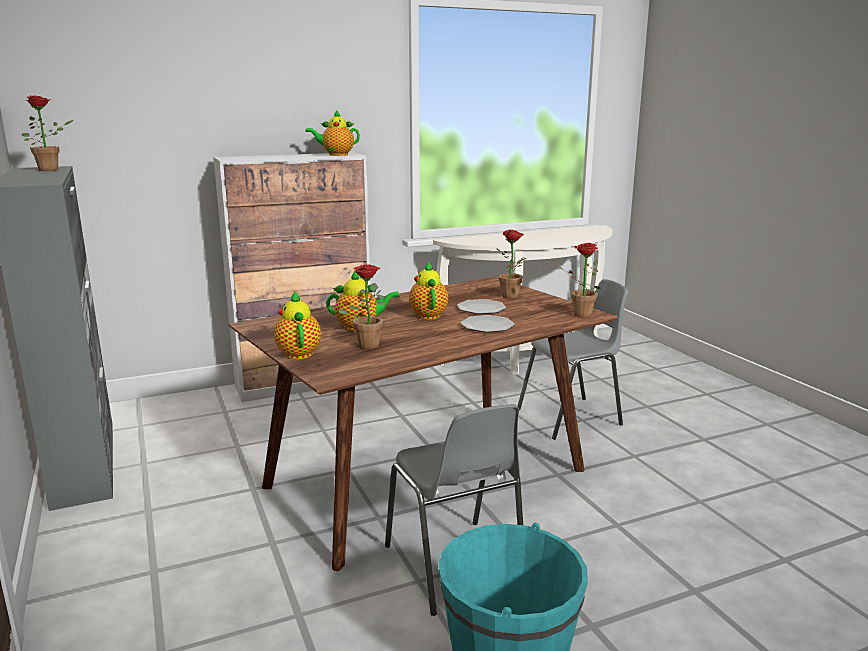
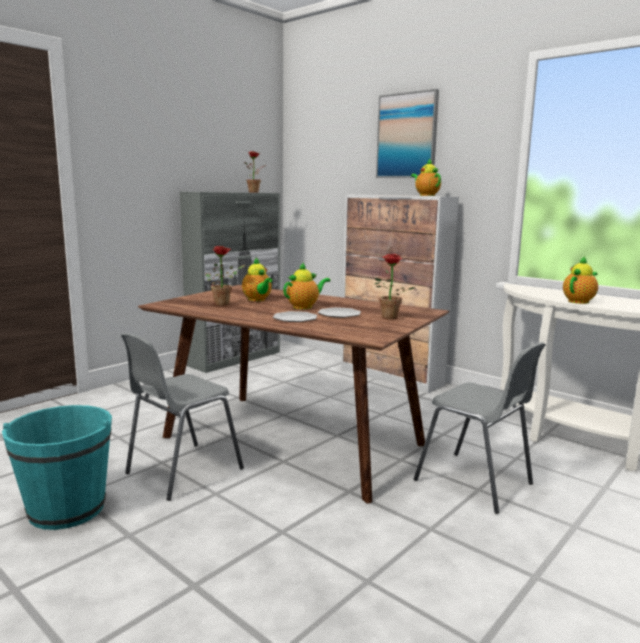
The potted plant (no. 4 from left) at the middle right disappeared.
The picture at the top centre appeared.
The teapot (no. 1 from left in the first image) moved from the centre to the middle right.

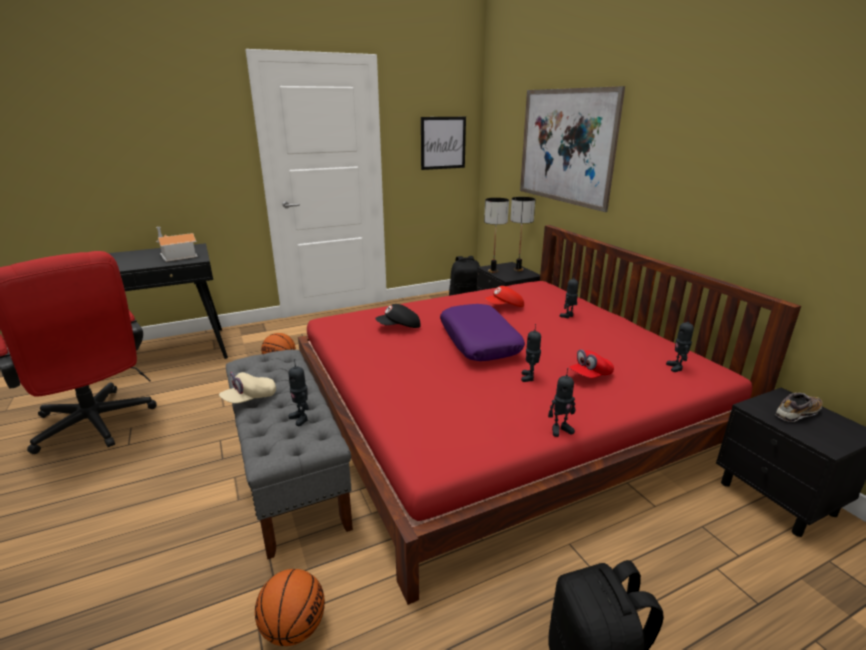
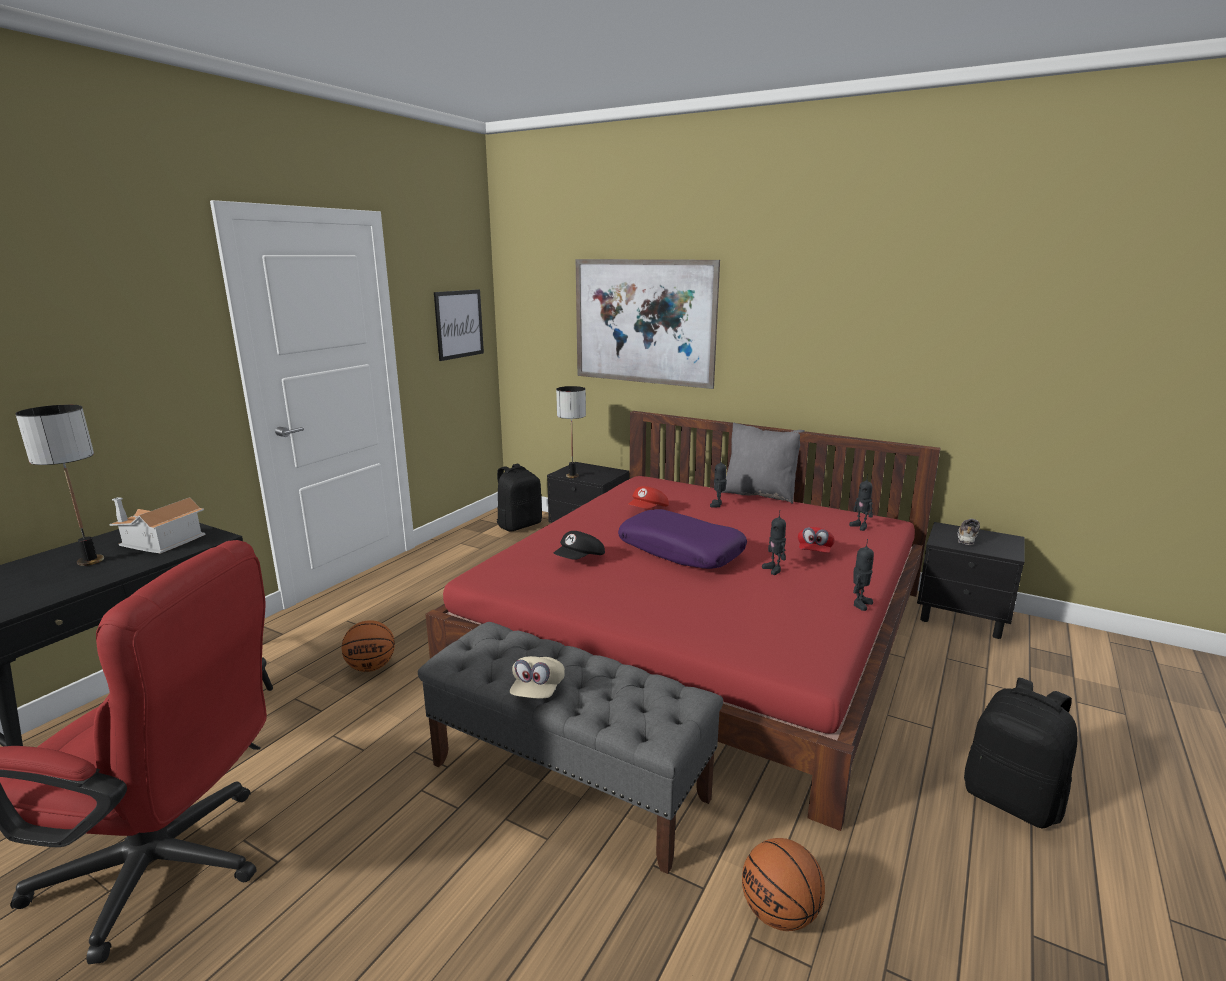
The model robot (no. 1 from left) at the centre disappeared.
The grey pillow at the centre appeared.
The table lamp (no. 2 from left in the first image) moved from the centre to the middle left.

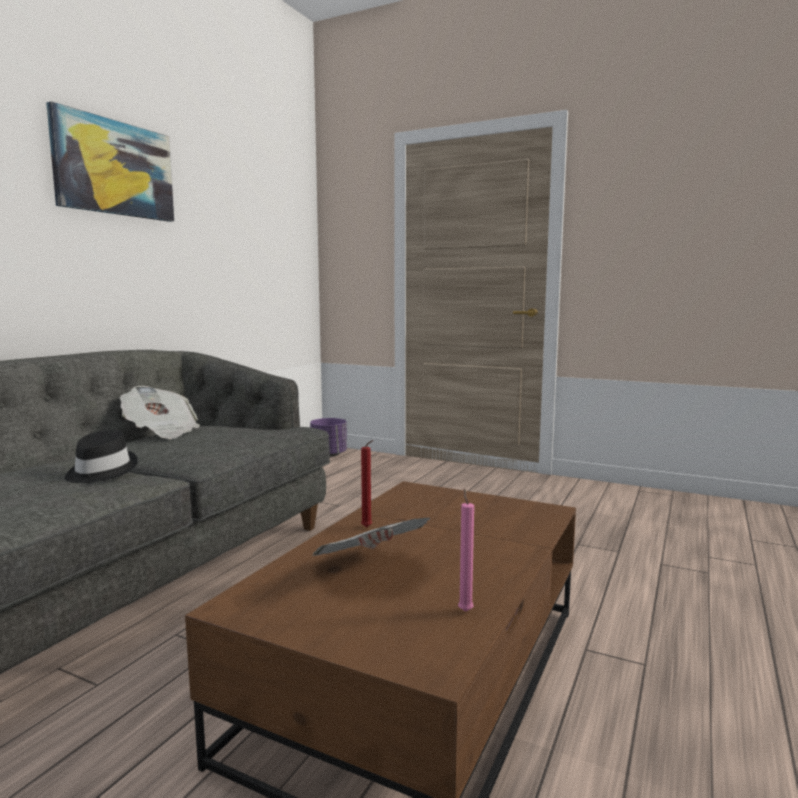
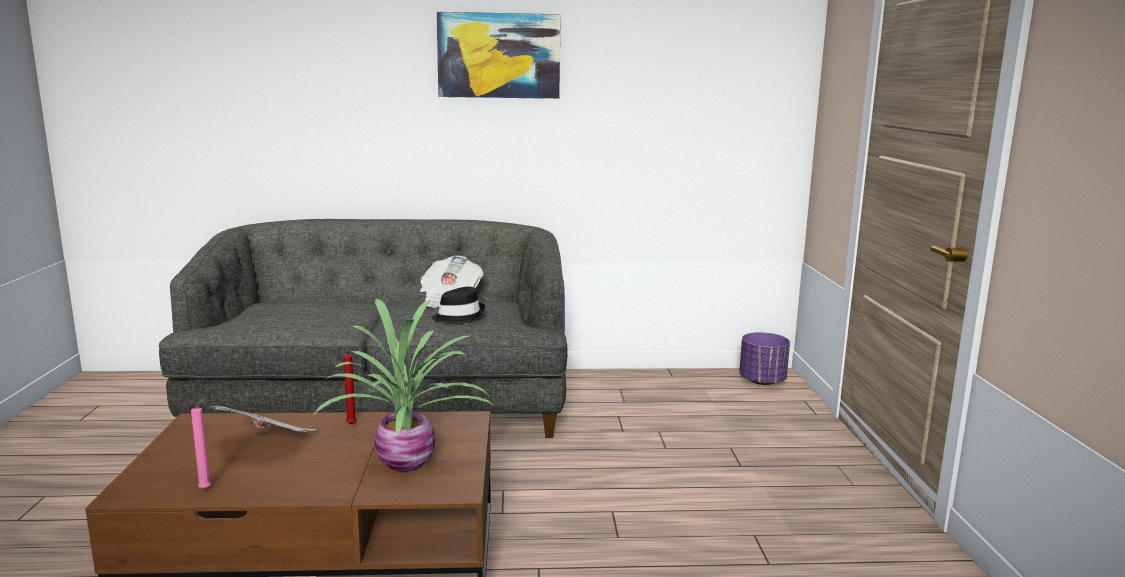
The potted plant at the bottom centre appeared.
The black-coloured clothing hat moved from the middle left to the centre.

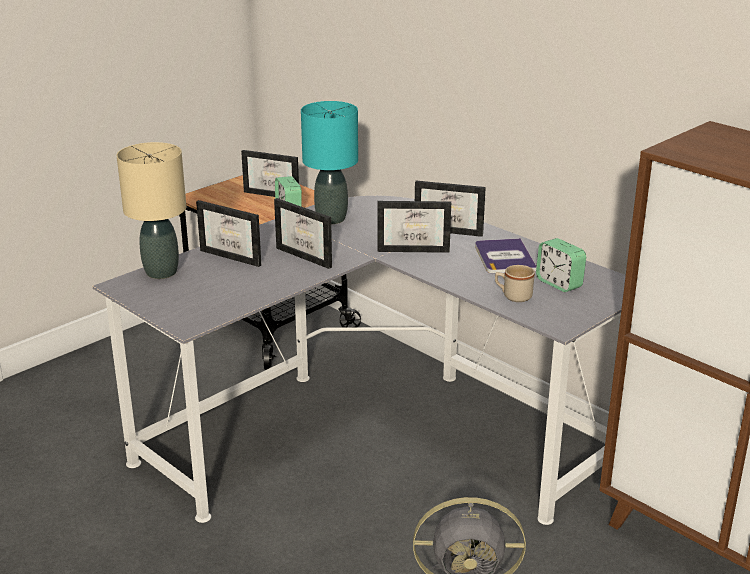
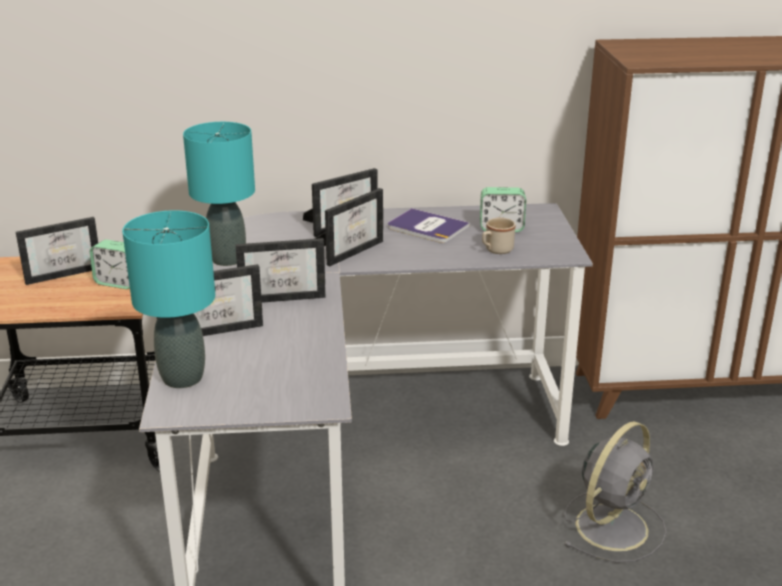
The sand-coloured table lamp at the middle left became the turquoise table lamp (no. 1 from left) at the middle left.

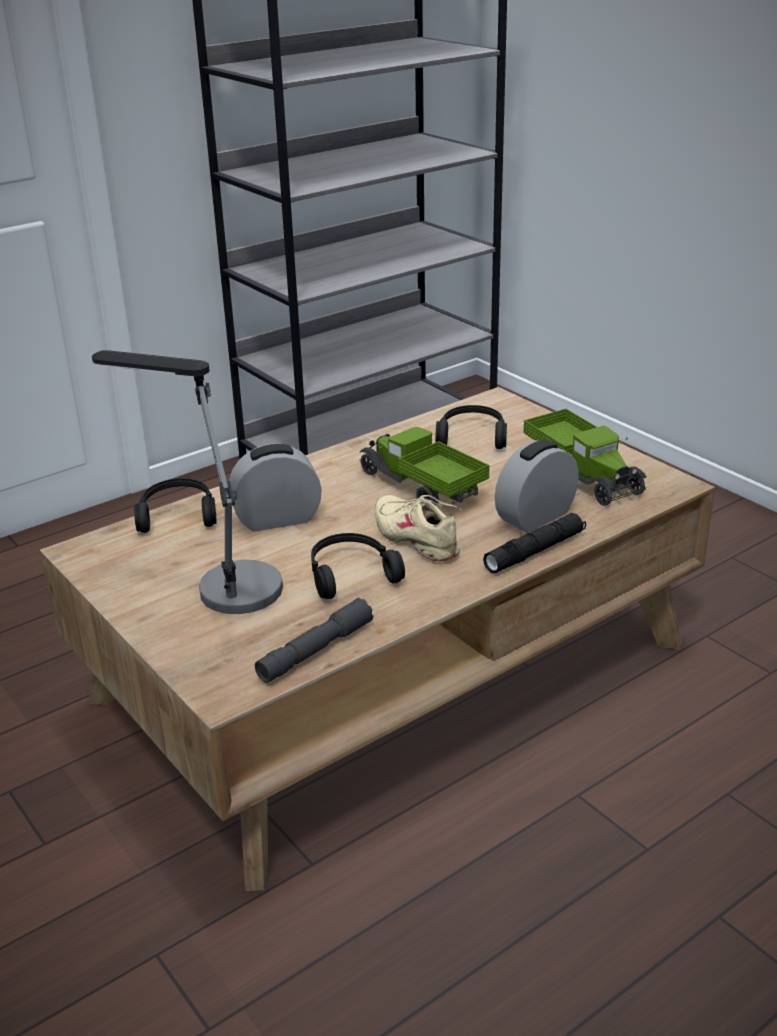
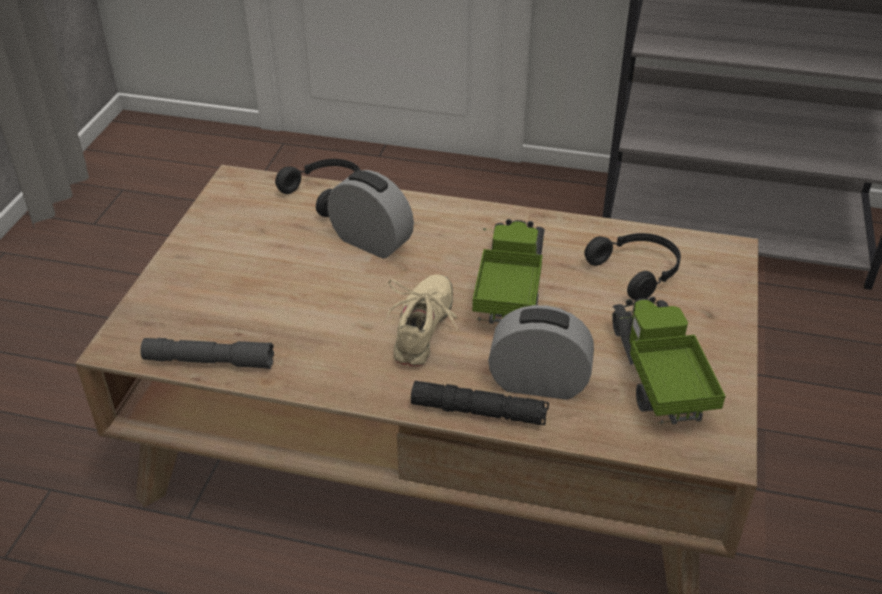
The table lamp at the middle left disappeared.
The black-coloured headset (no. 2 from left) at the centre disappeared.
The toy lorry (no. 2 from left) at the middle right turned 150 degrees clockwise.

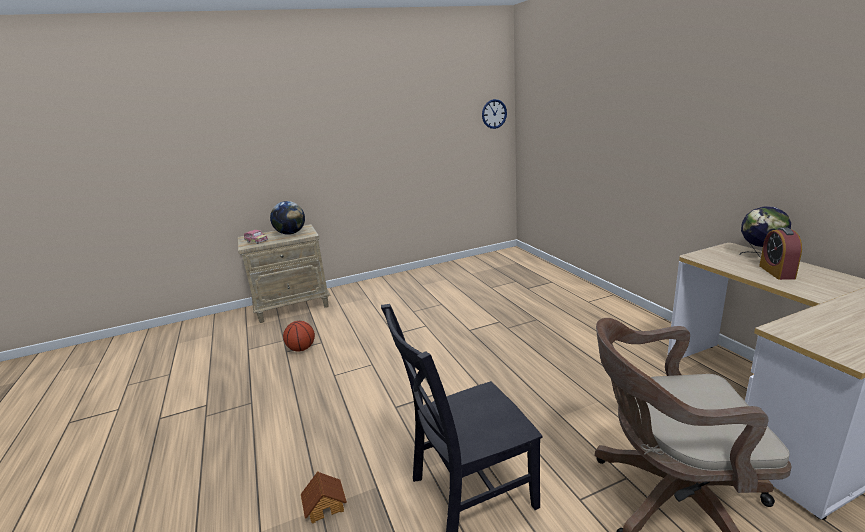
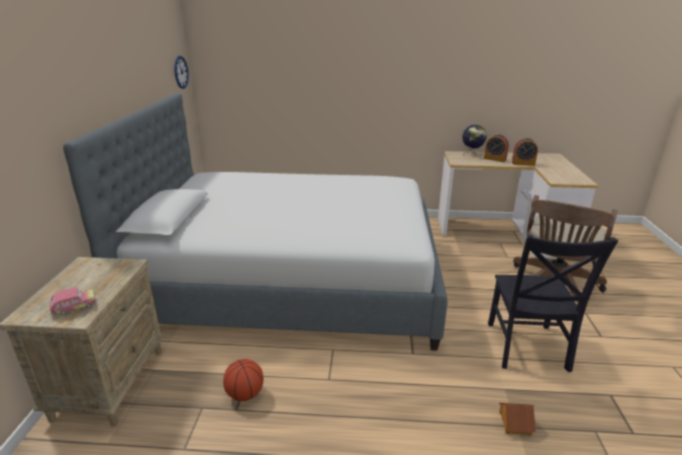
The globe (no. 1 from left) at the middle left disappeared.
The bedroom bed at the centre appeared.
The table clock (no. 2 from left) at the middle right appeared.

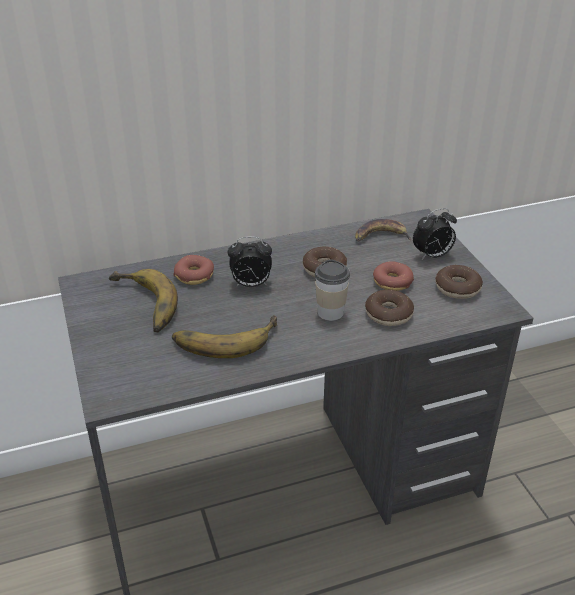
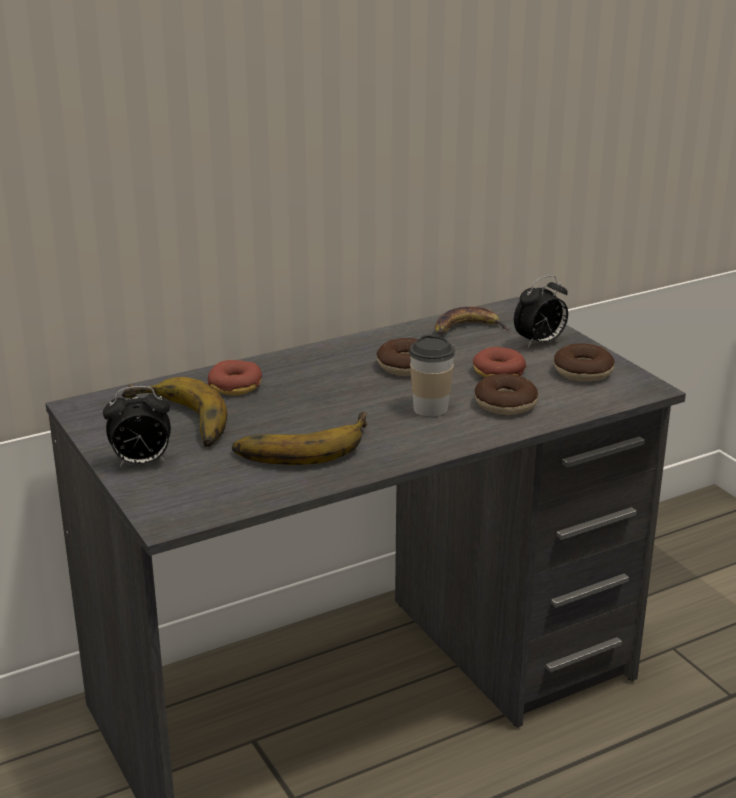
The table clock (no. 1 from left) moved from the centre to the middle left.

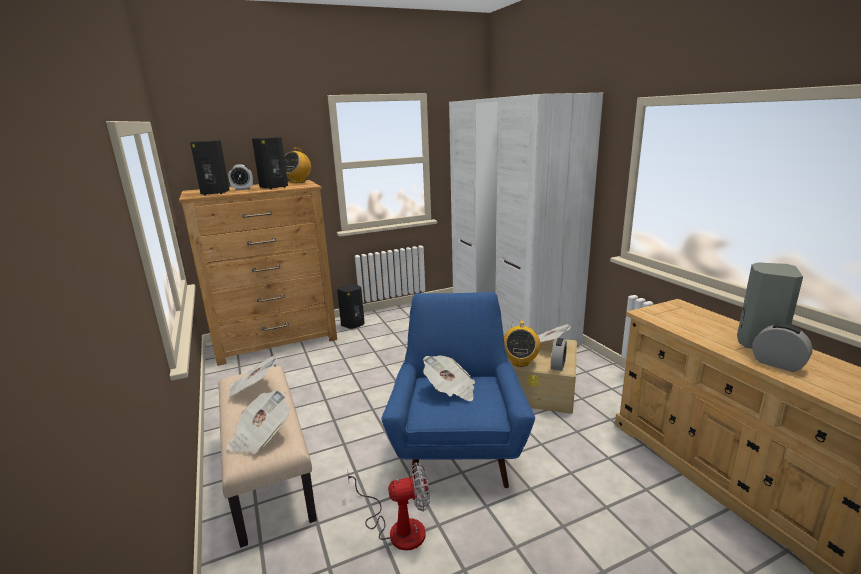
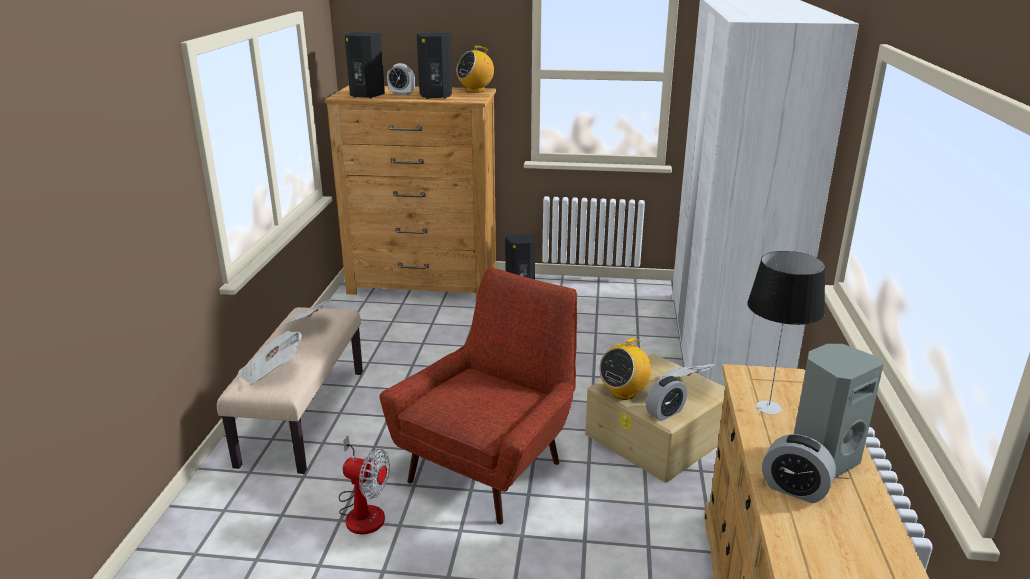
The daily paper (no. 3 from left) at the centre disappeared.
The table lamp at the middle right appeared.
The blue-coloured armchair at the bottom centre became the red armchair at the bottom centre.
The table clock (no. 3 from left) at the middle right turned 135 degrees clockwise.

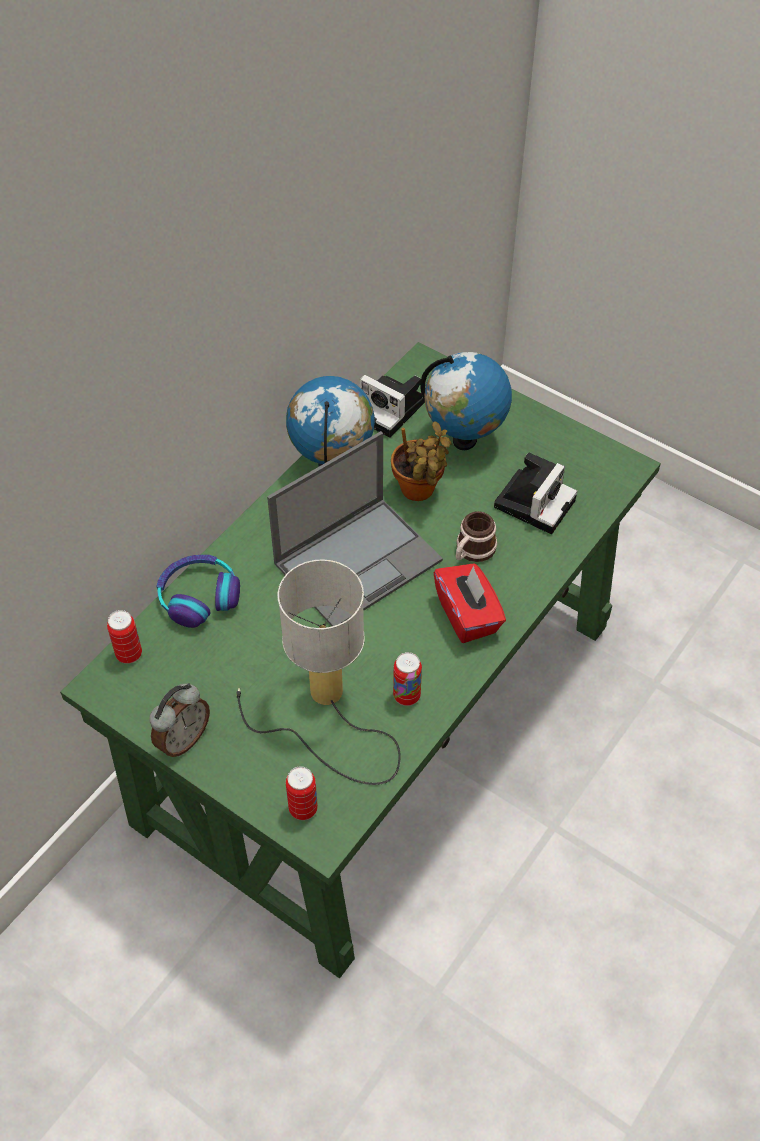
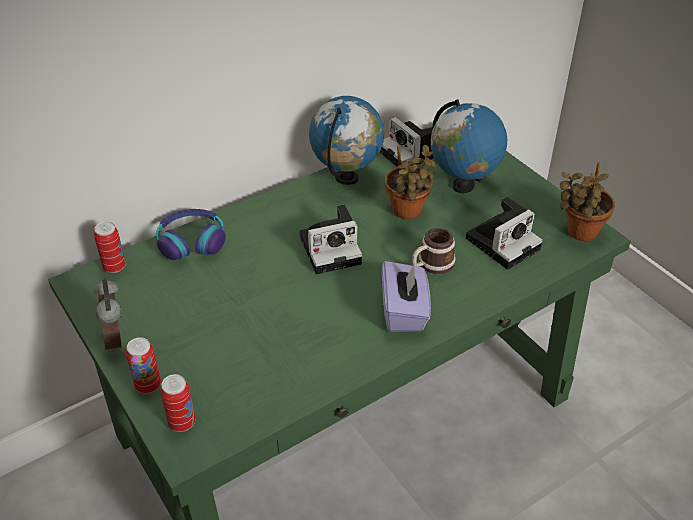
The table lamp at the centre disappeared.
The potted plant (no. 2 from left) at the middle right appeared.
The metal can (no. 3 from left in the first image) moved from the centre to the bottom left.
The portable computer at the centre was replaced by the photo camera (no. 1 from left) at the centre.
The red tissue holder at the centre became the purple-coloured tissue holder at the centre.
The table clock at the middle left turned 105 degrees clockwise.

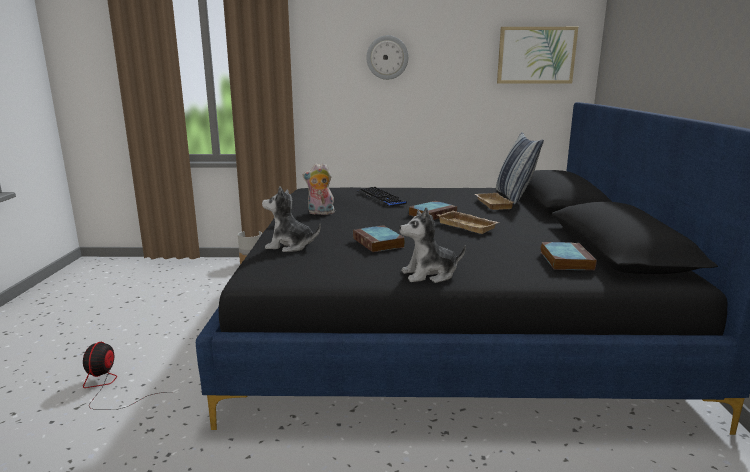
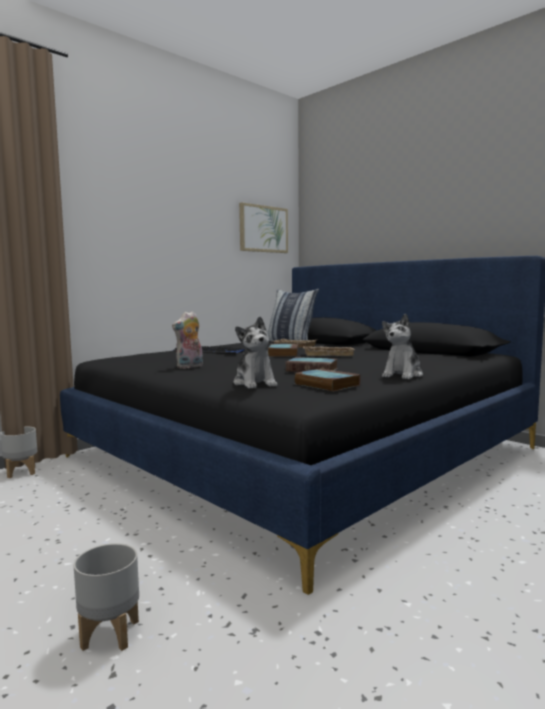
The clock on the wall at the top centre disappeared.
The volume (no. 3 from left) moved from the middle right to the centre.
The fan at the bottom left was replaced by the grey planter (no. 2 from left) at the bottom left.
The soft toy (no. 1 from left in the first image) at the centre turned 75 degrees counterclockwise.

